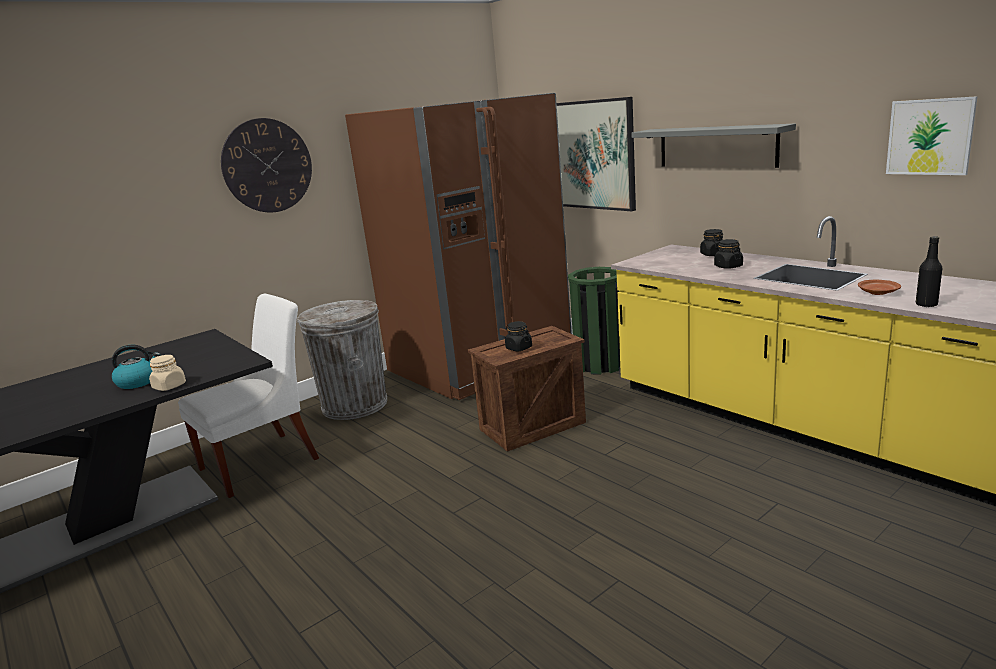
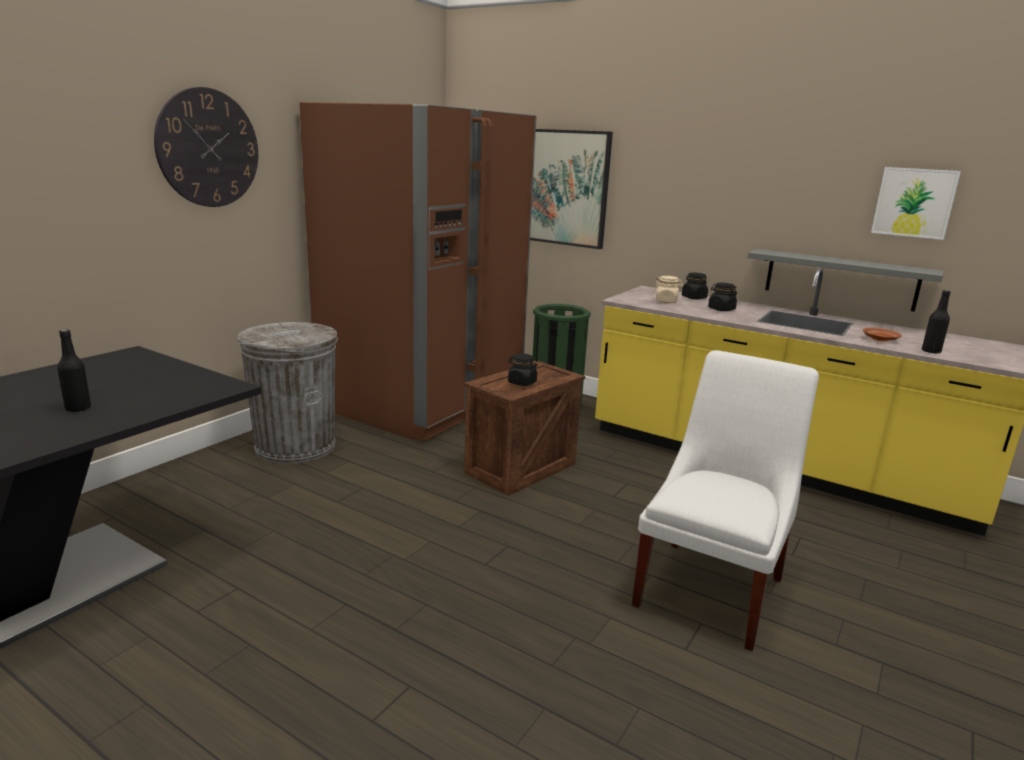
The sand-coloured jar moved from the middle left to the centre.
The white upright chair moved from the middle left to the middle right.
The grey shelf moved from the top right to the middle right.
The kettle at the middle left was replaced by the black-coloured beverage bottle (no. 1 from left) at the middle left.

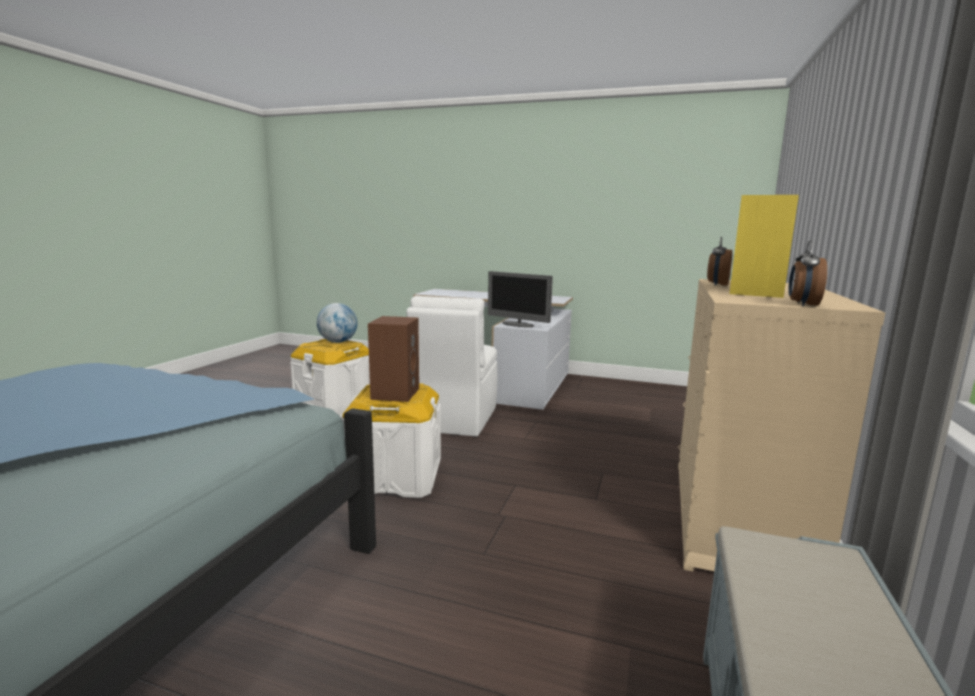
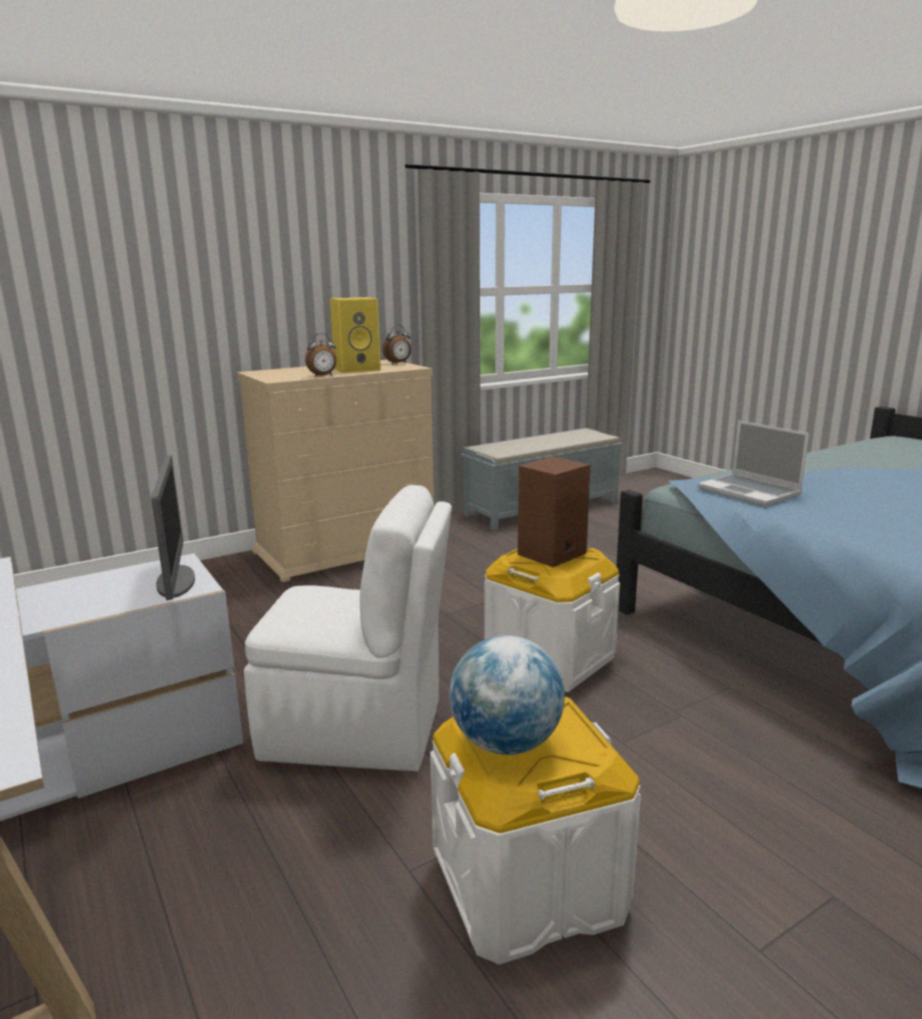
The portable computer at the middle right appeared.
The white upright chair at the centre turned 45 degrees clockwise.

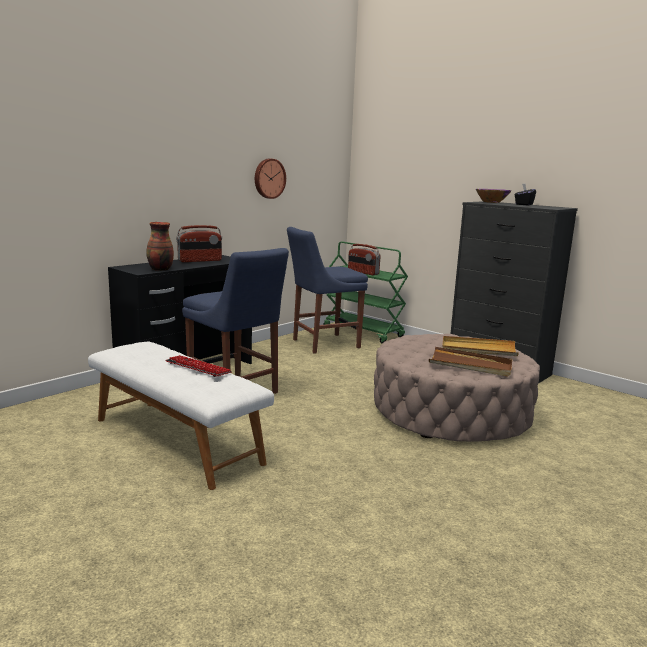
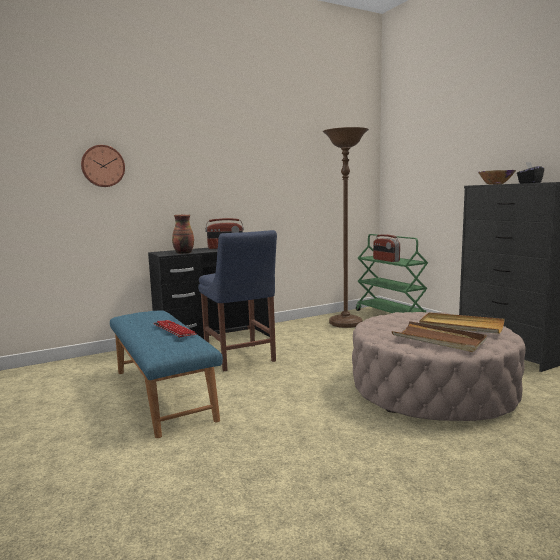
The clock on the wall moved from the top centre to the top left.
The blue-coloured upright chair (no. 2 from left) at the centre was replaced by the brown-coloured standard lamp at the centre.
The white indoor bench at the middle left became the blue-coloured indoor bench at the bottom left.

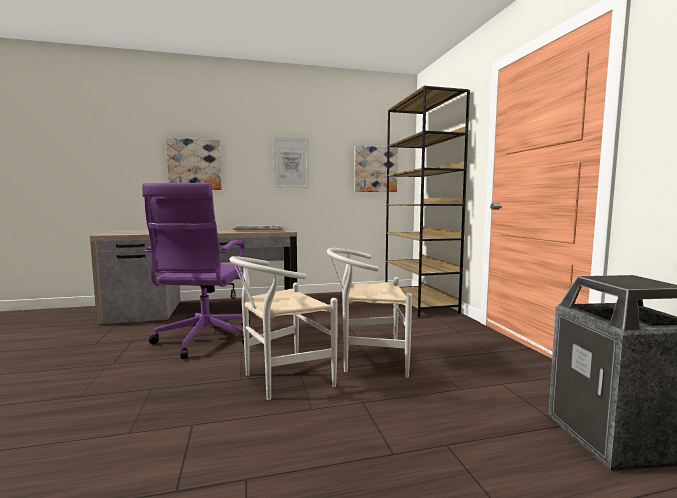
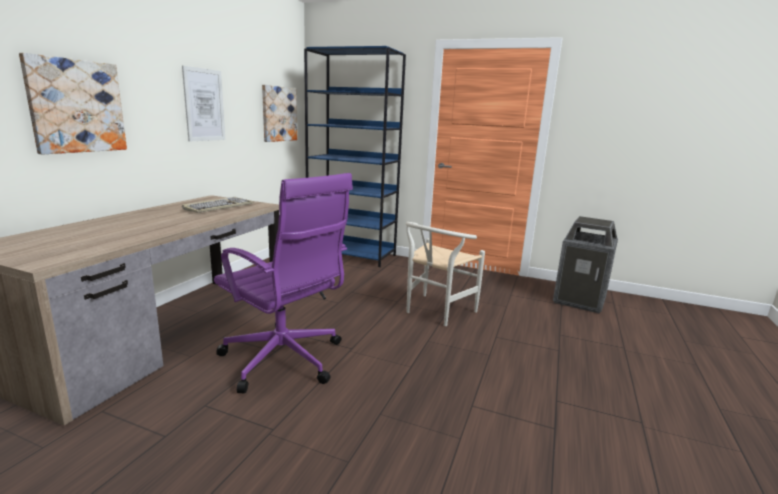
The white upright chair (no. 1 from left) at the centre disappeared.
The brown-coloured bookshelf at the centre became the blue-coloured bookshelf at the top centre.

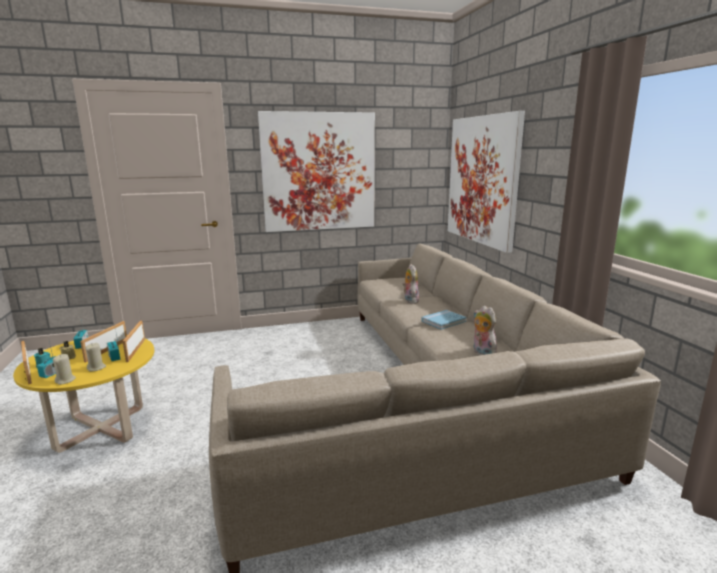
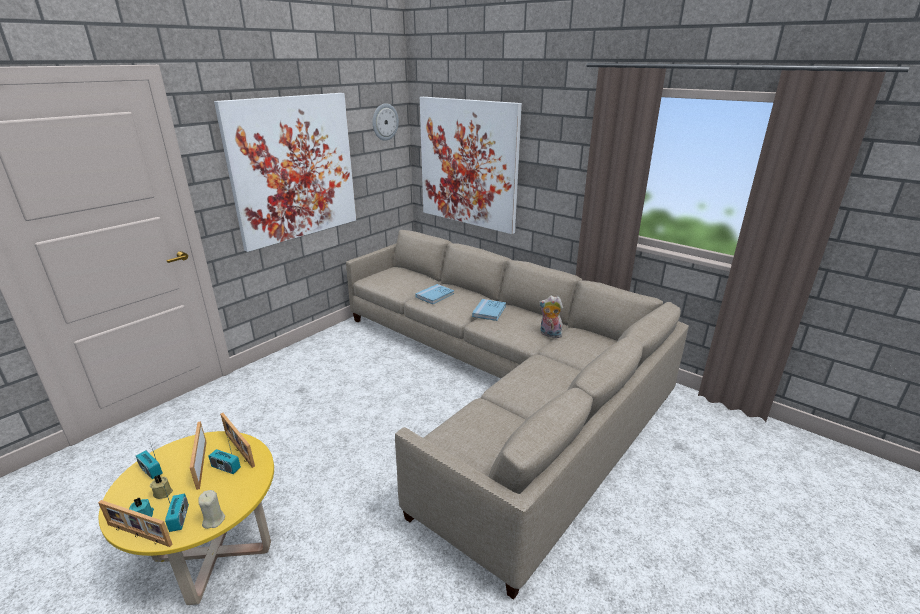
The sand-coloured wax candle (no. 3 from left) at the middle left disappeared.
The clock on the wall at the top centre appeared.
The soft toy (no. 1 from left) at the centre was replaced by the blue-coloured volume (no. 1 from left) at the centre.

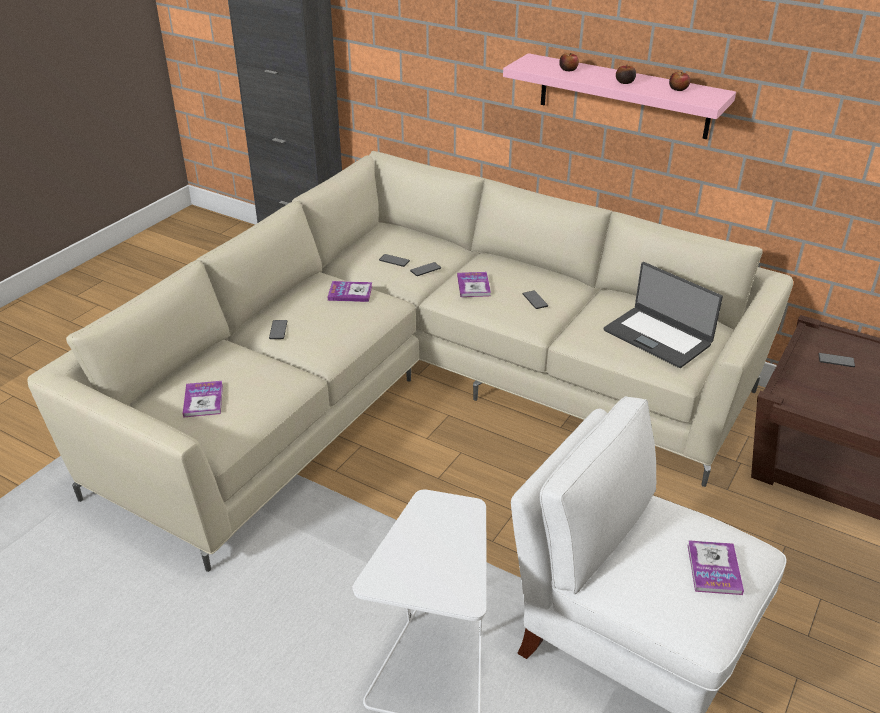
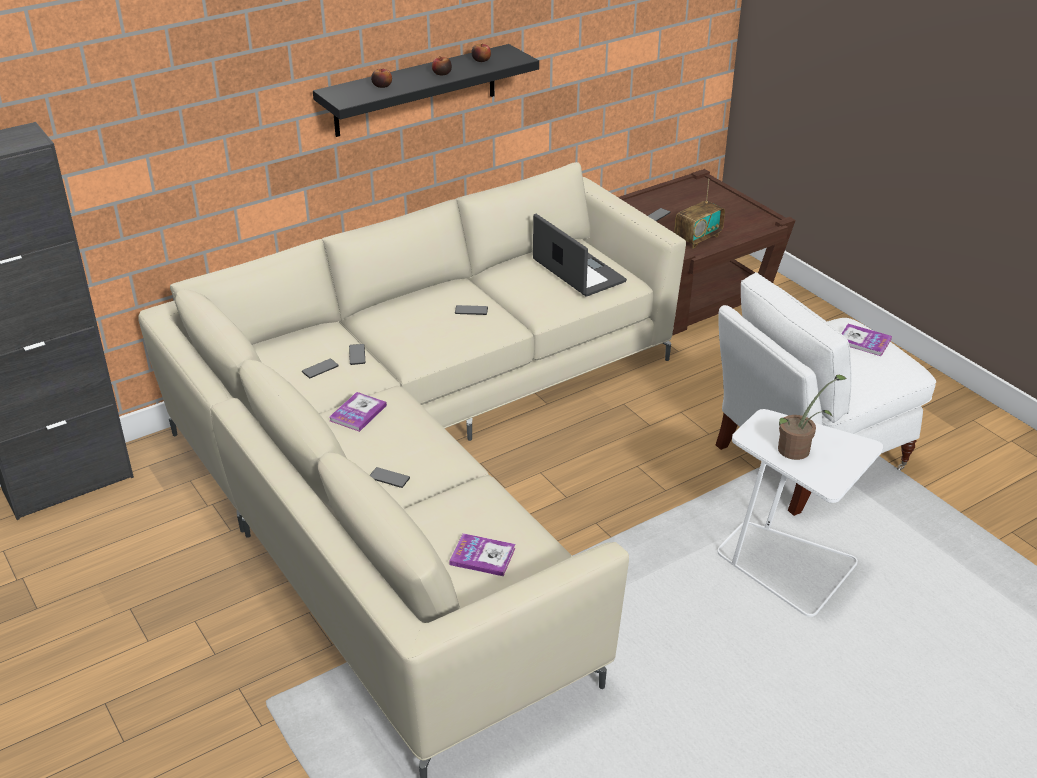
The volume (no. 3 from left) at the centre disappeared.
The radio set at the top right appeared.
The potted plant at the middle right appeared.
The pinkish shelf at the top right became the black-coloured shelf at the top centre.
The portable computer at the middle right turned 105 degrees counterclockwise.

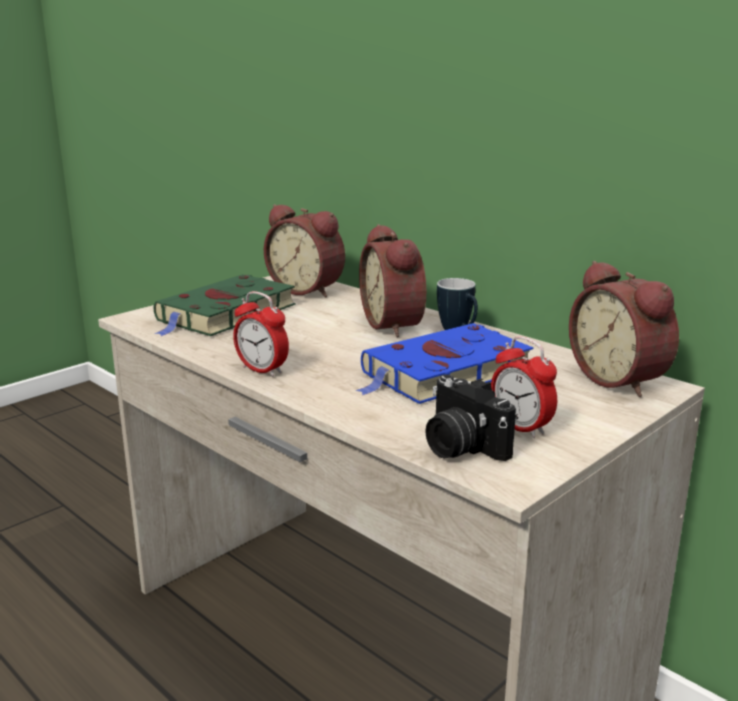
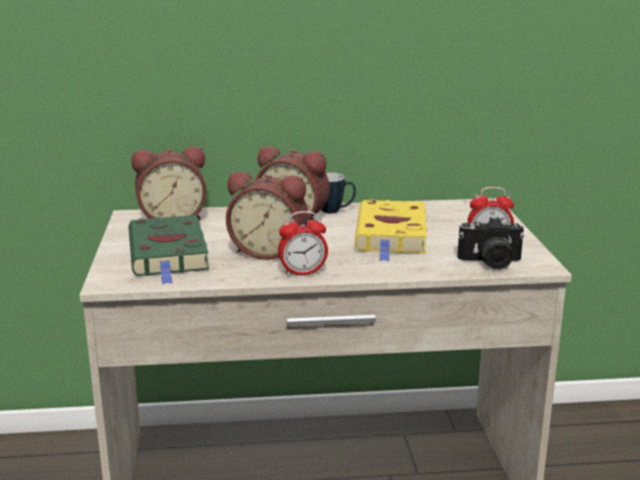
The table clock (no. 5 from left in the first image) moved from the middle right to the centre.
The blue-coloured volume at the centre became the yellowish volume at the centre.

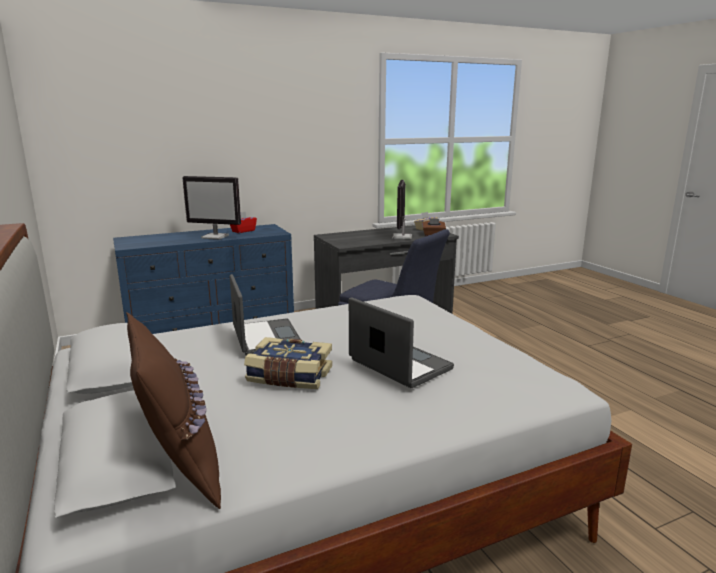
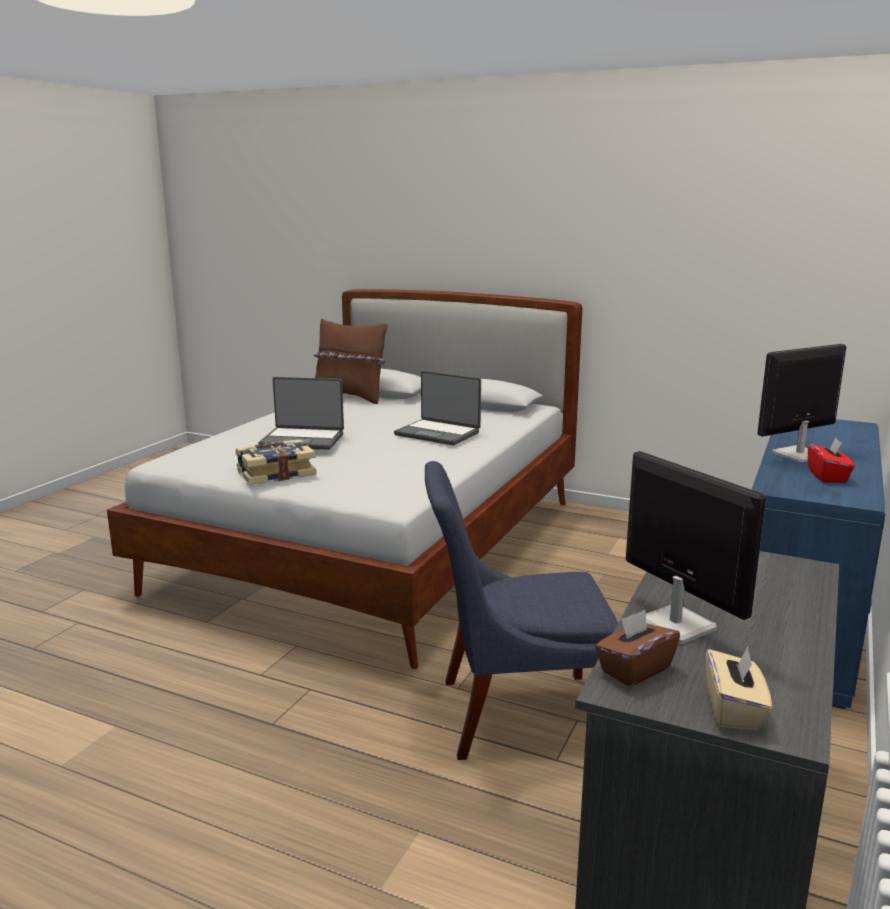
The volume moved from the centre to the middle left.

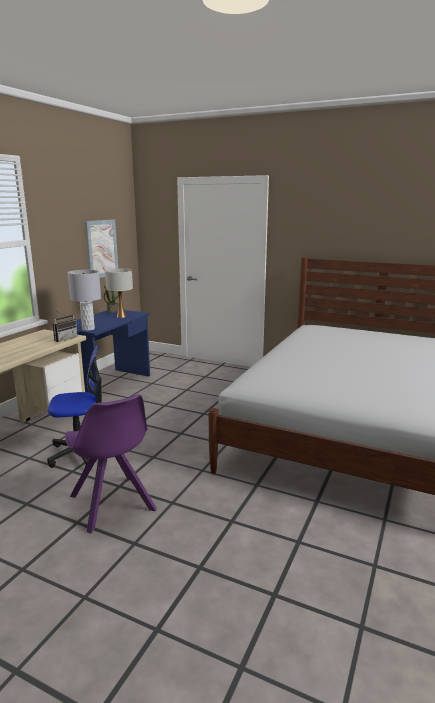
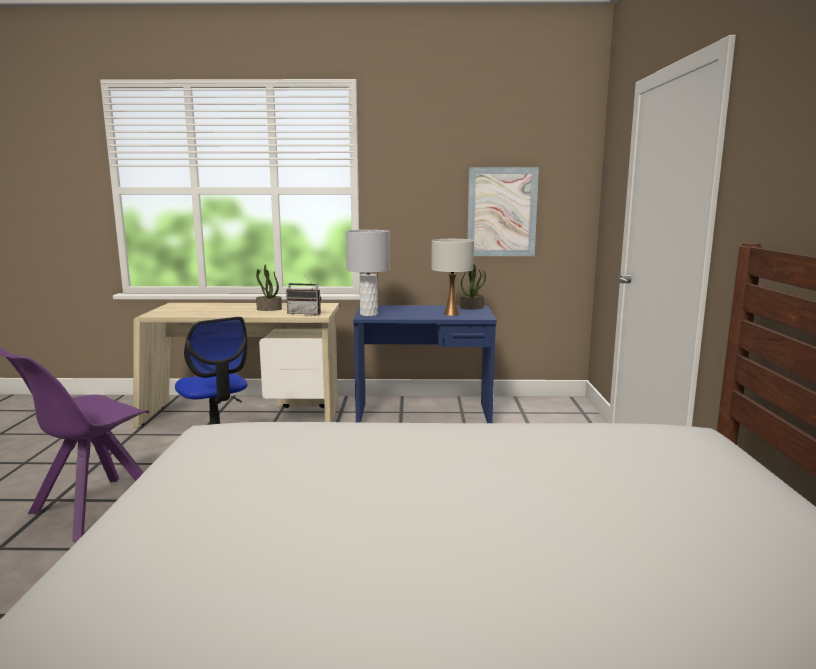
The potted plant (no. 1 from left) at the middle left appeared.

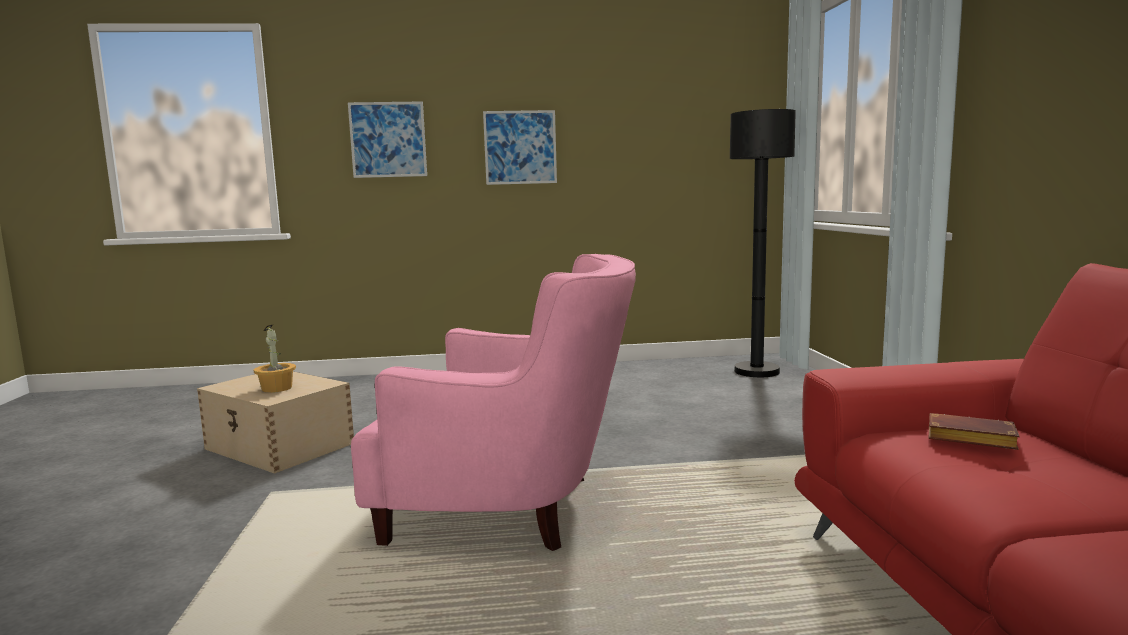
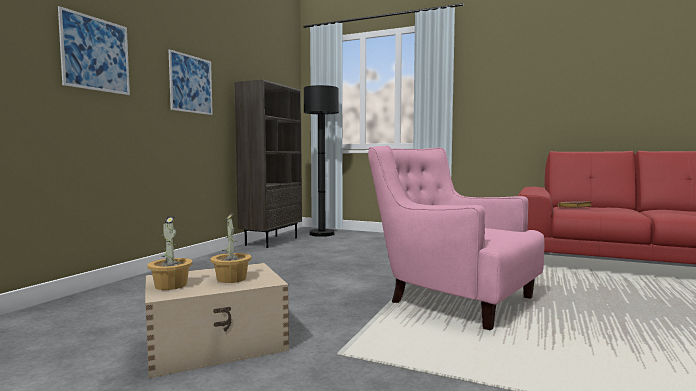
The potted plant (no. 1 from left) at the middle left appeared.
The brown-coloured bookshelf at the centre appeared.
The pinkish armchair at the centre turned 90 degrees counterclockwise.

